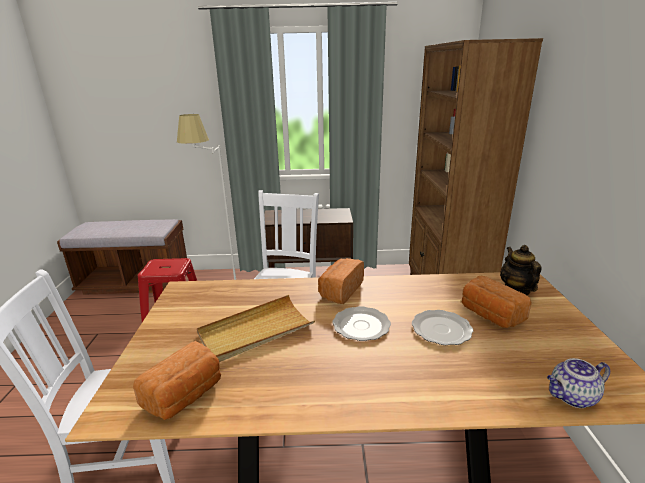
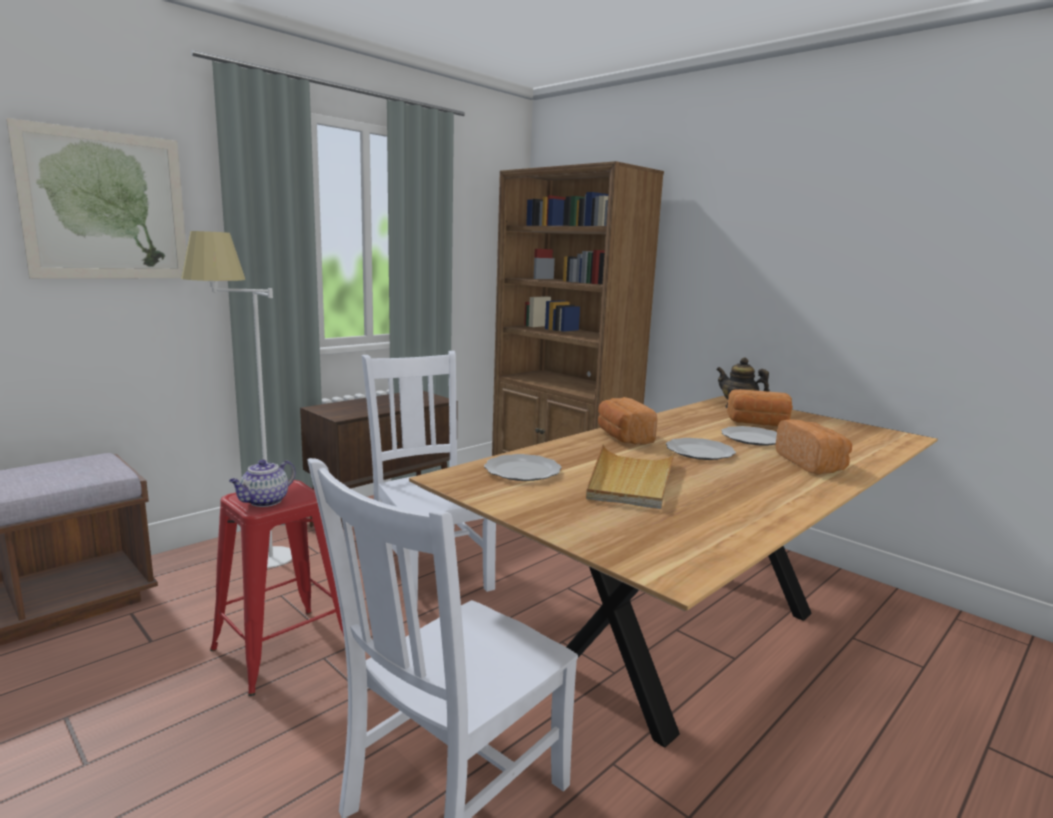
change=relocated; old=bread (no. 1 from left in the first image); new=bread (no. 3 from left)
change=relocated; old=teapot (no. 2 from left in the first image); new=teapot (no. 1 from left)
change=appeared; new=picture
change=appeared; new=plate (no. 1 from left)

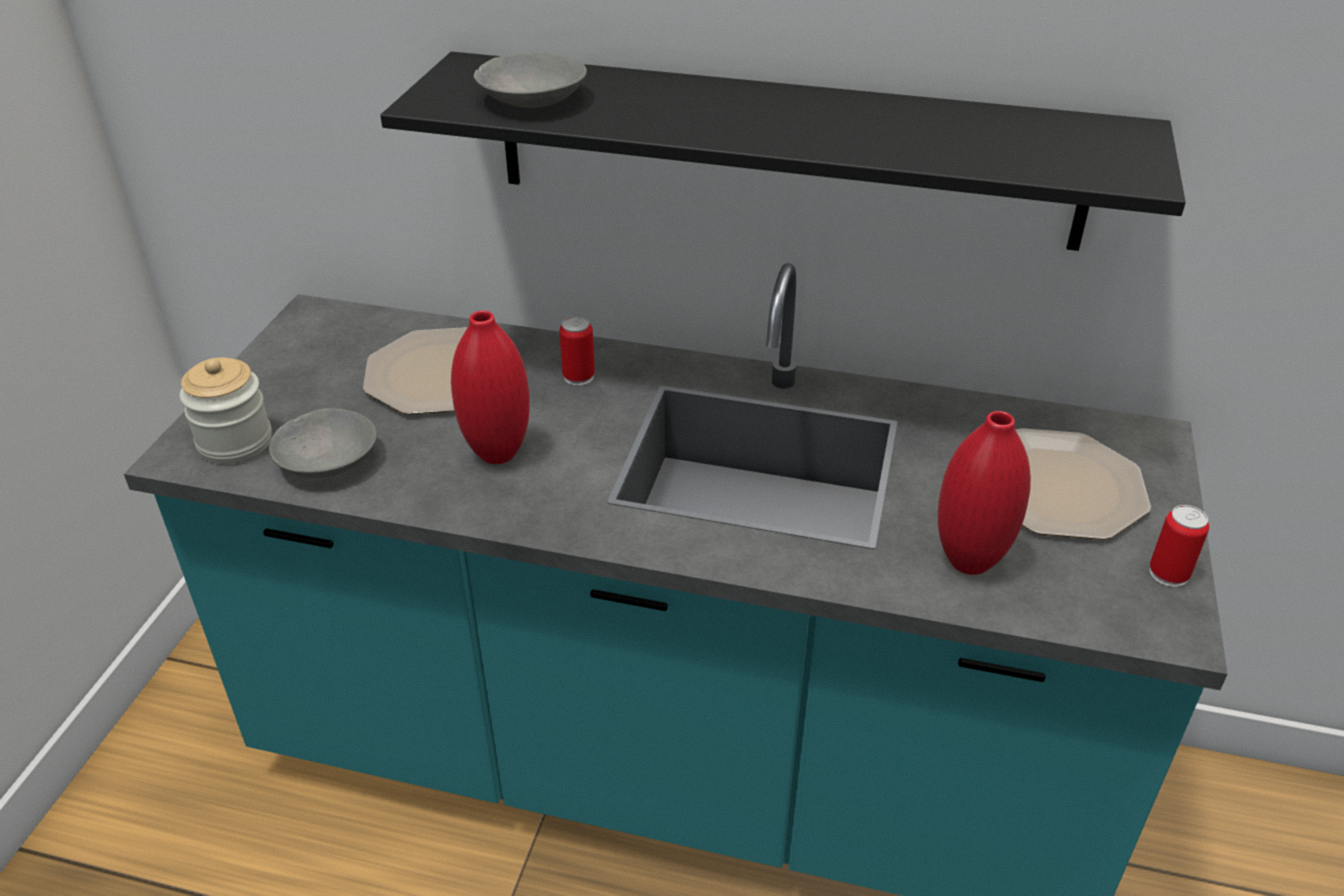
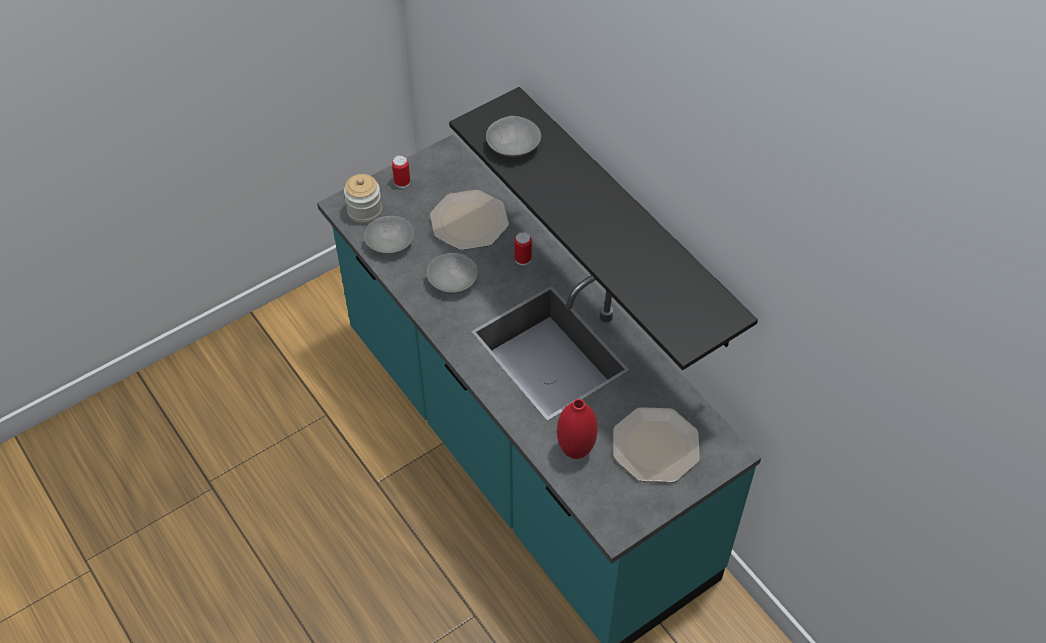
change=exchanged; old=vase (red) (no. 1 from left); new=bowl (grey) (no. 2 from left)
change=relocated; old=can (no. 2 from left in the first image); new=can (no. 1 from left)

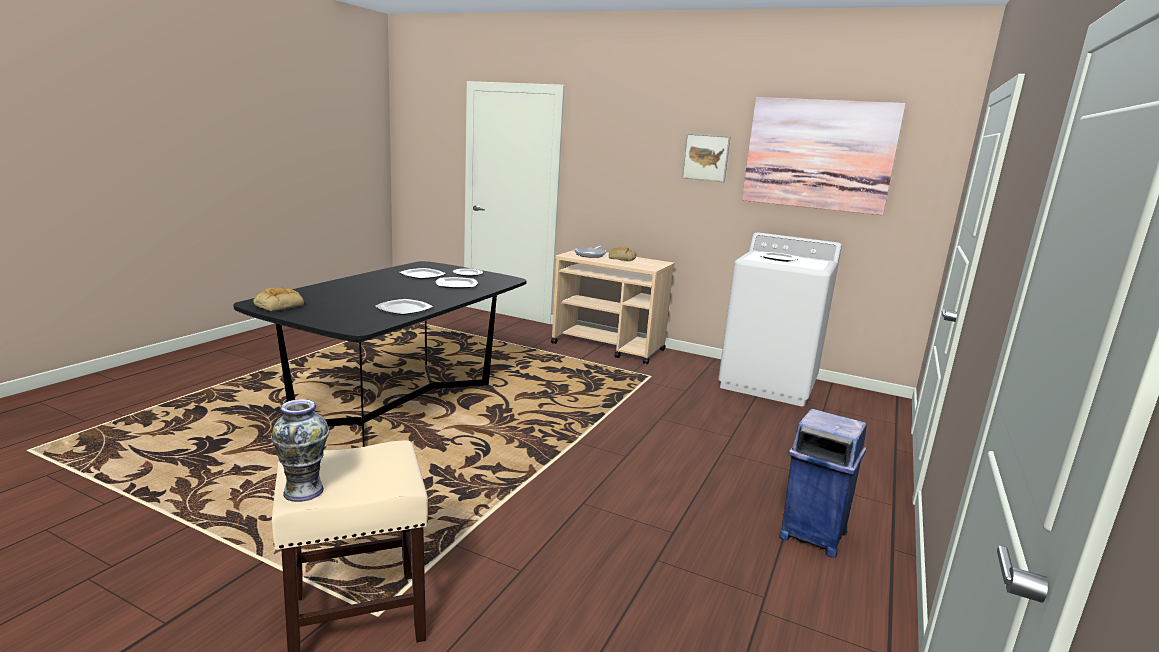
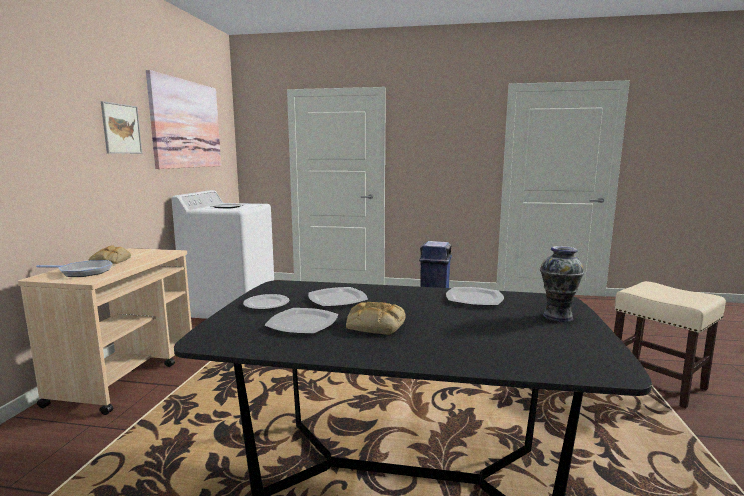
change=relocated; old=bread (no. 1 from left in the first image); new=bread (no. 2 from left)
change=relocated; old=vase

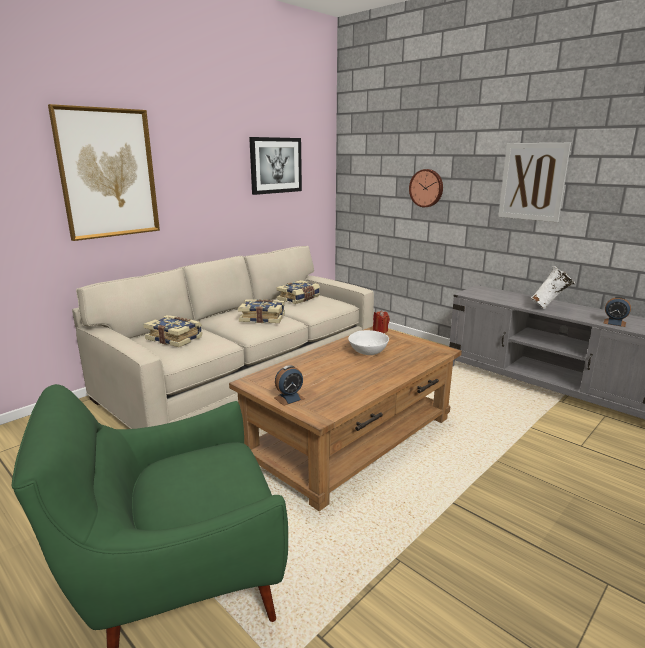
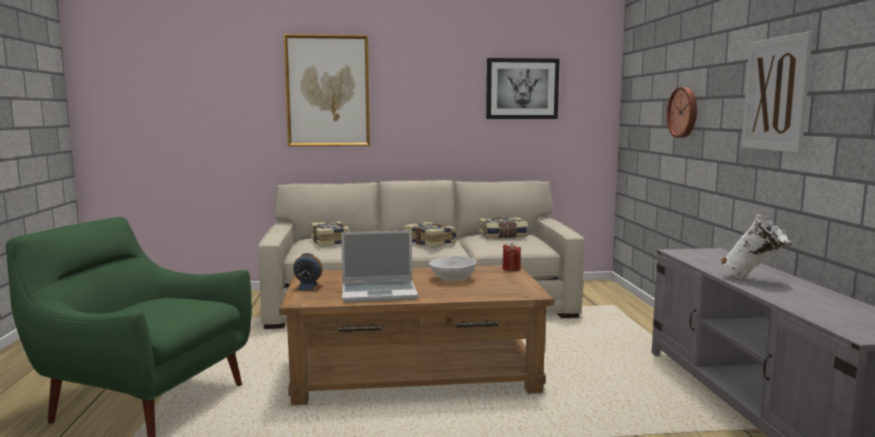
change=missing; old=alarm clock (no. 2 from left)
change=appeared; new=laptop

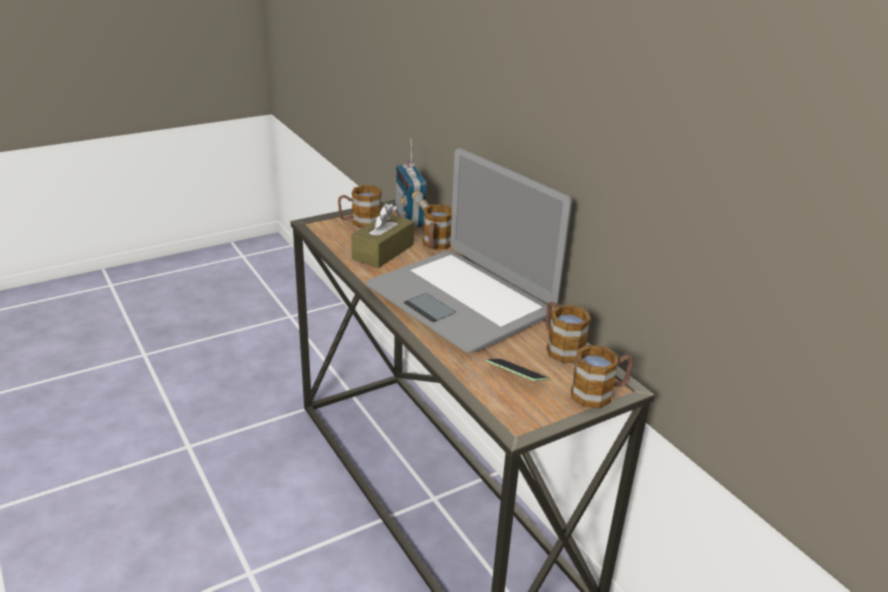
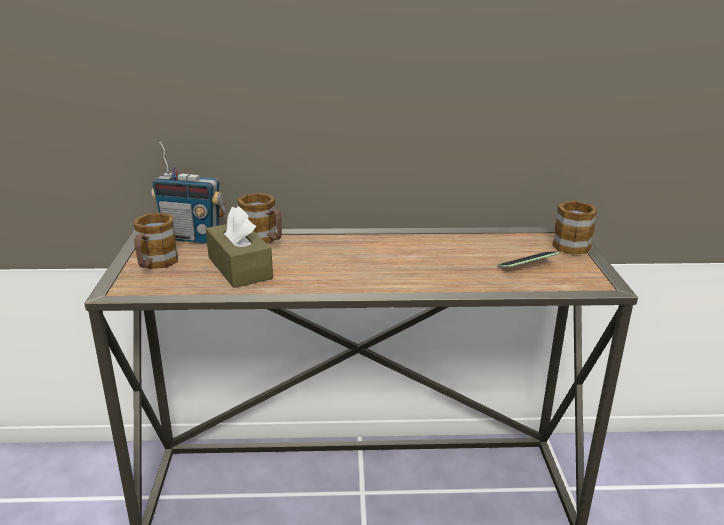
change=missing; old=laptop
change=missing; old=mug (no. 3 from left)

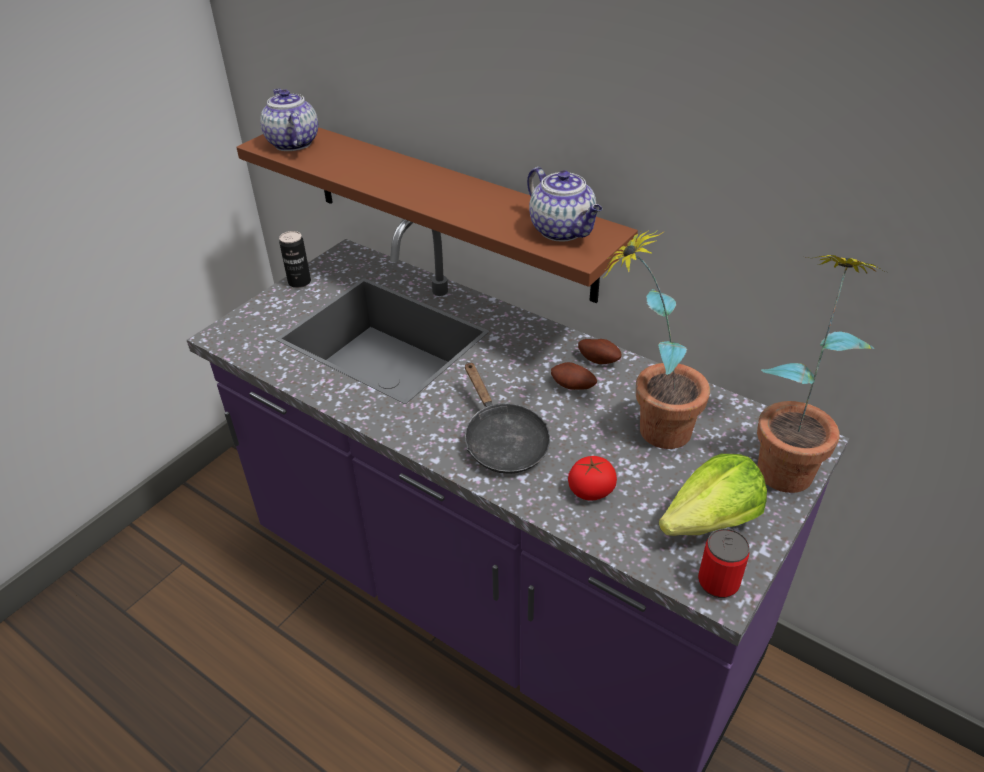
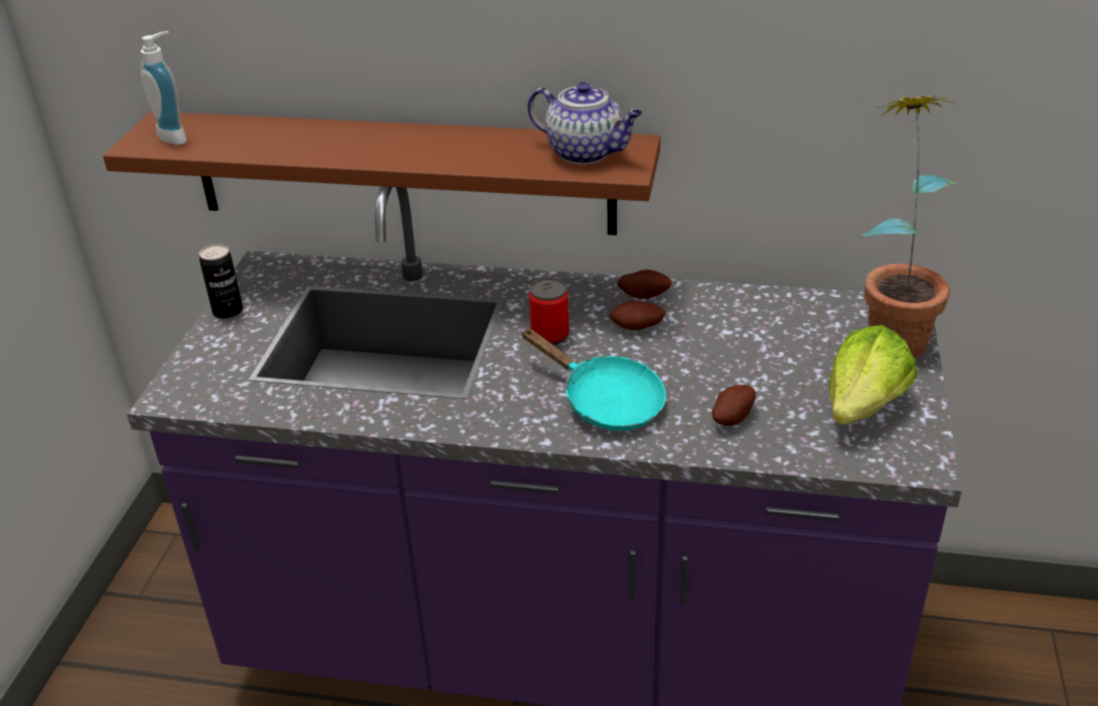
change=exchanged; old=teapot (no. 1 from left); new=soap dispenser
change=missing; old=potted plant (no. 1 from left)
change=colour; old=frying pan (black); new=frying pan (turquoise)
change=exchanged; old=tomato; new=potato (no. 3 from left)
change=relocated; old=can (no. 2 from left)

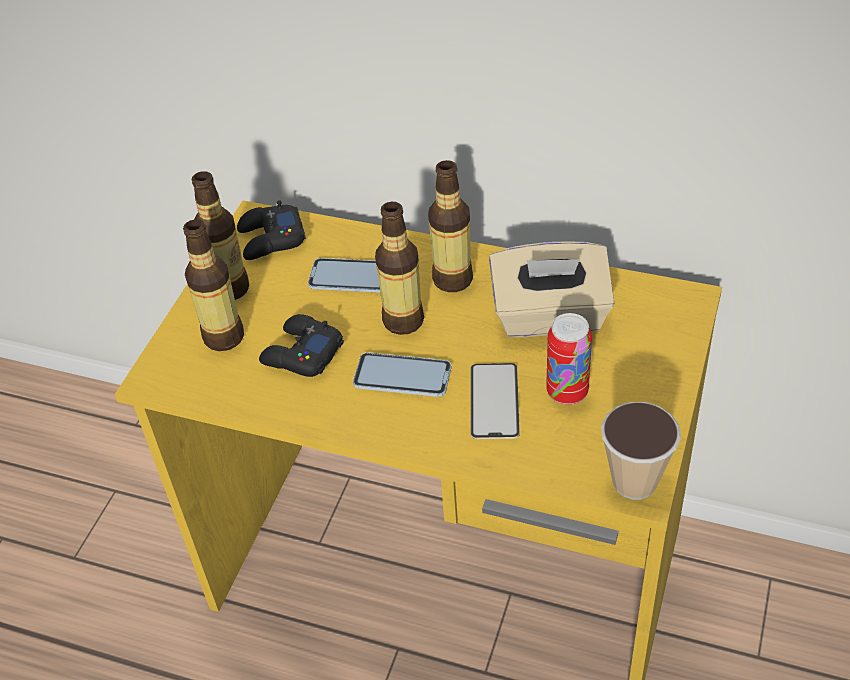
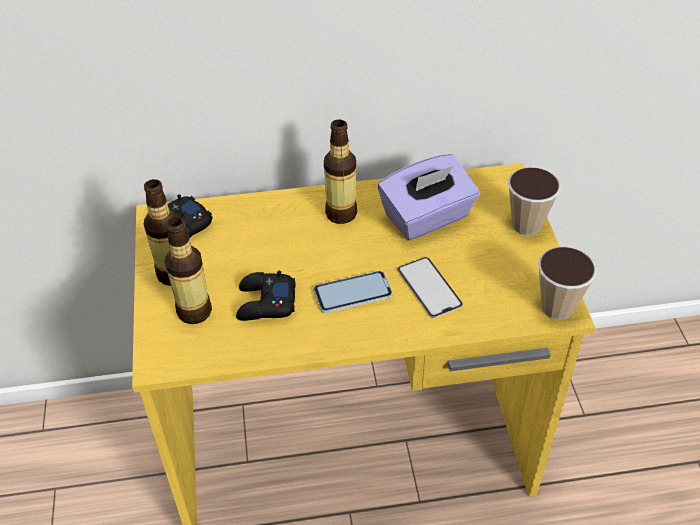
change=missing; old=bottle (no. 3 from left)
change=colour; old=tissue box (beige); new=tissue box (purple)
change=missing; old=phone (no. 1 from left)
change=missing; old=can
change=appeared; new=cup (no. 1 from left)

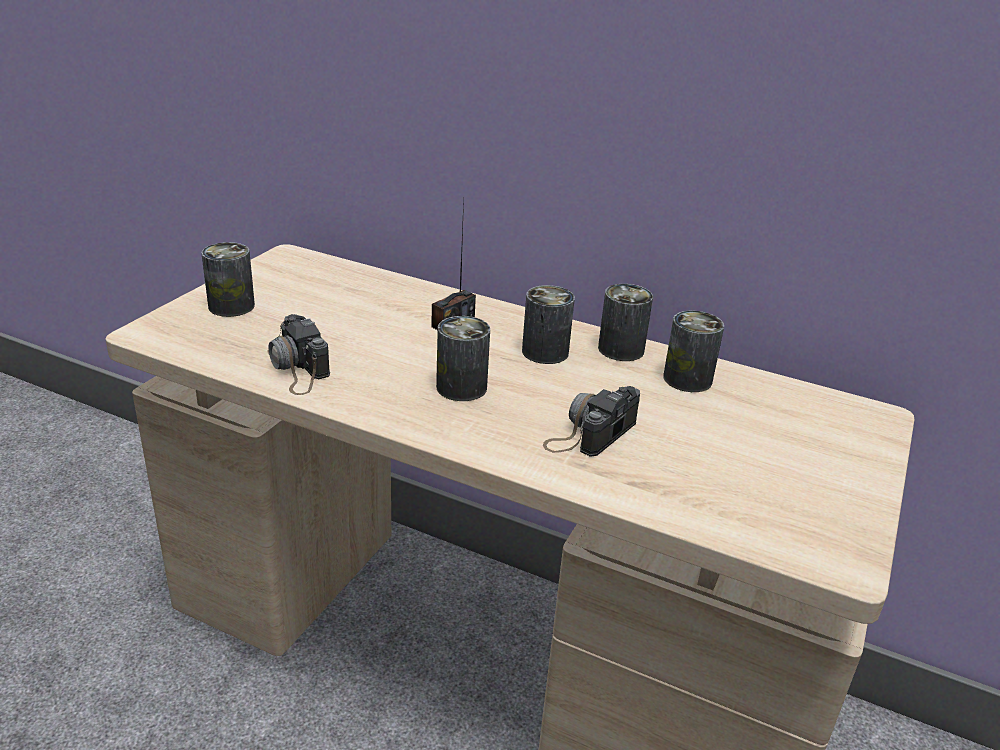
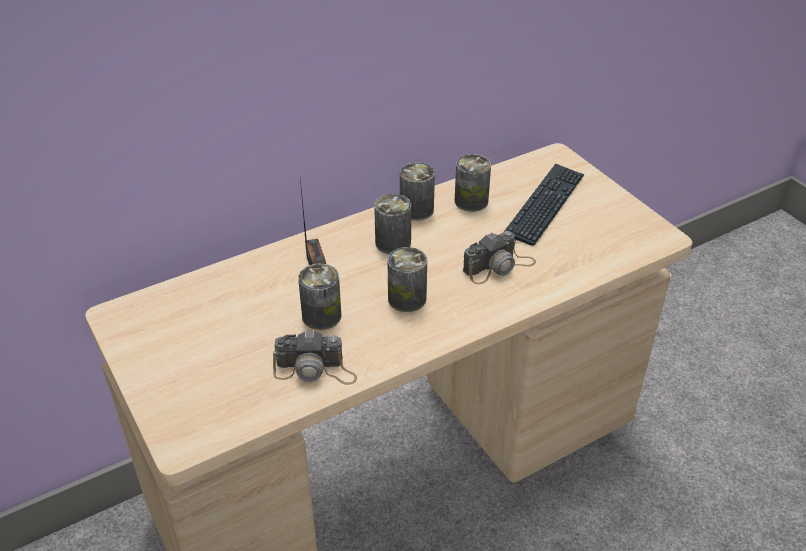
change=relocated; old=can (no. 1 from left)
change=spun; old=photo camera (no. 2 from left); degrees=-105
change=appeared; new=keyboard

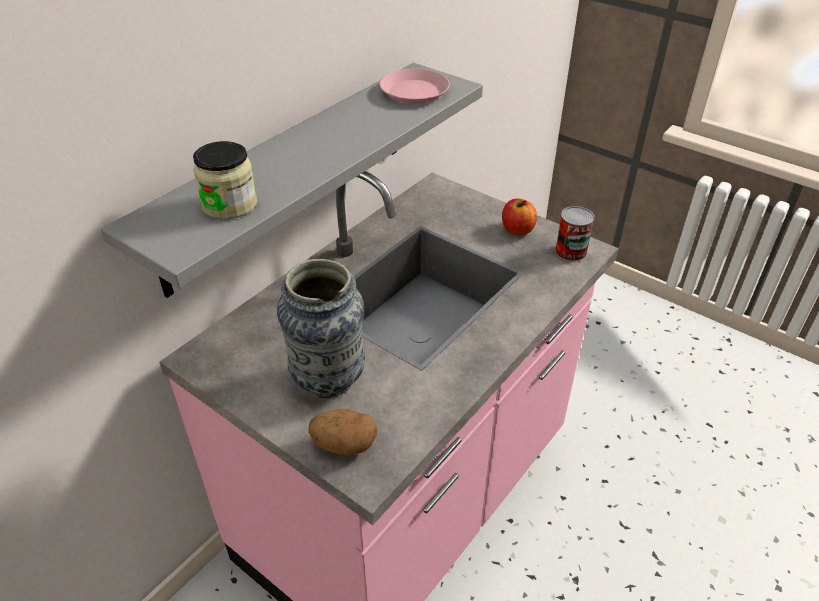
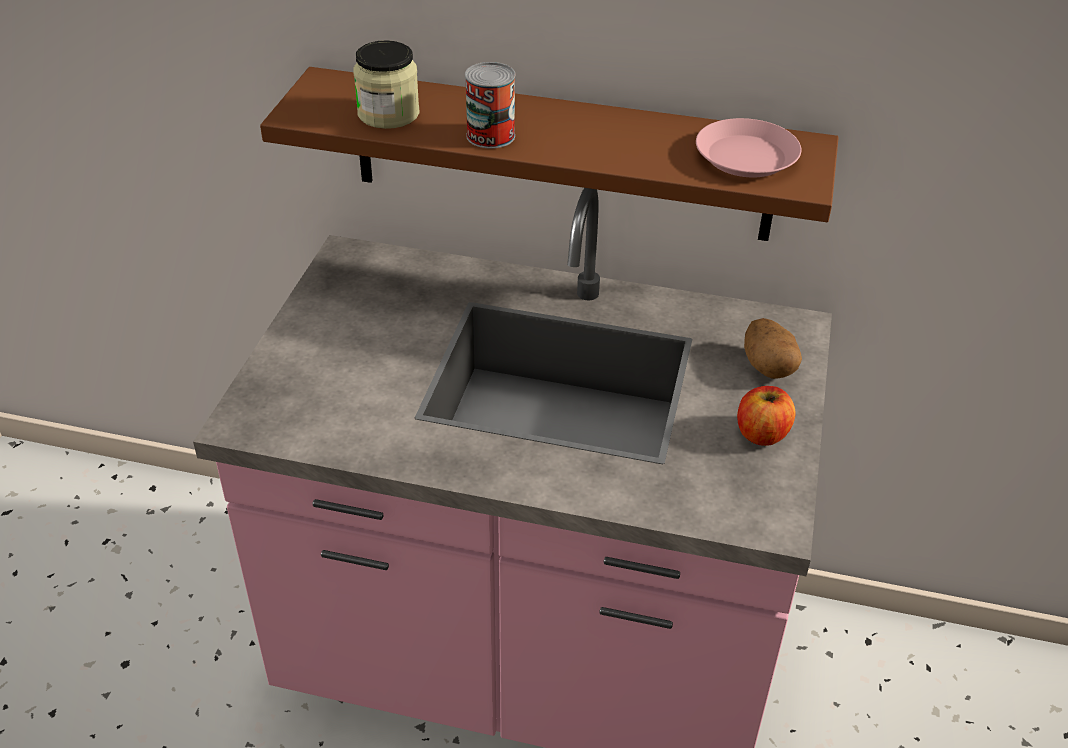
change=colour; old=shelf (grey); new=shelf (brown)
change=relocated; old=can
change=missing; old=vase
change=relocated; old=potato

